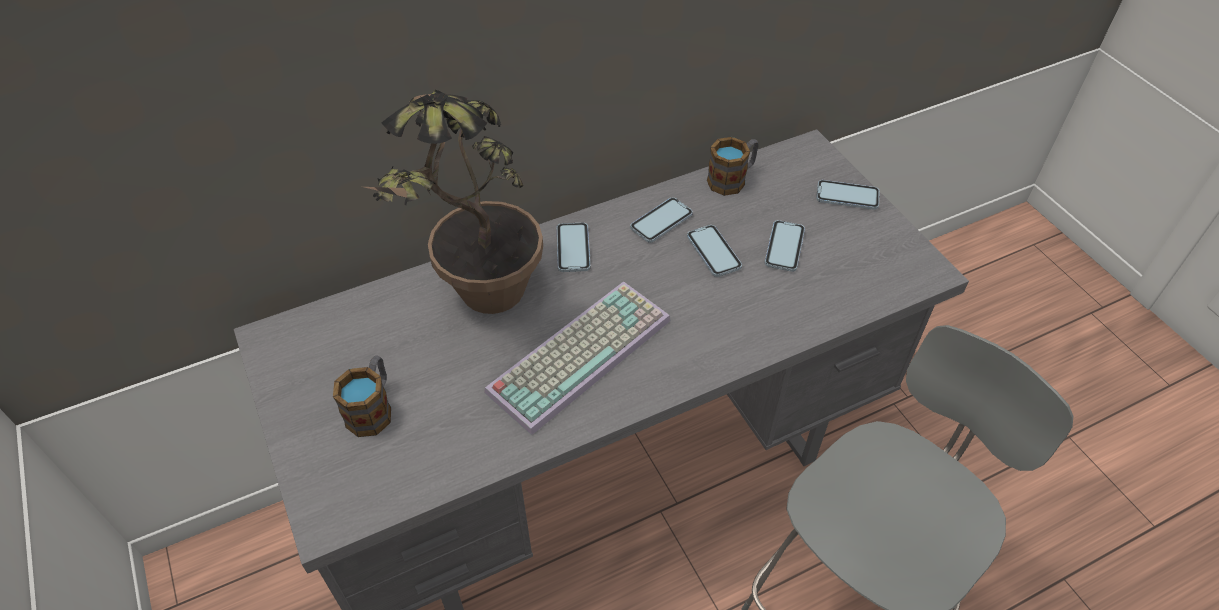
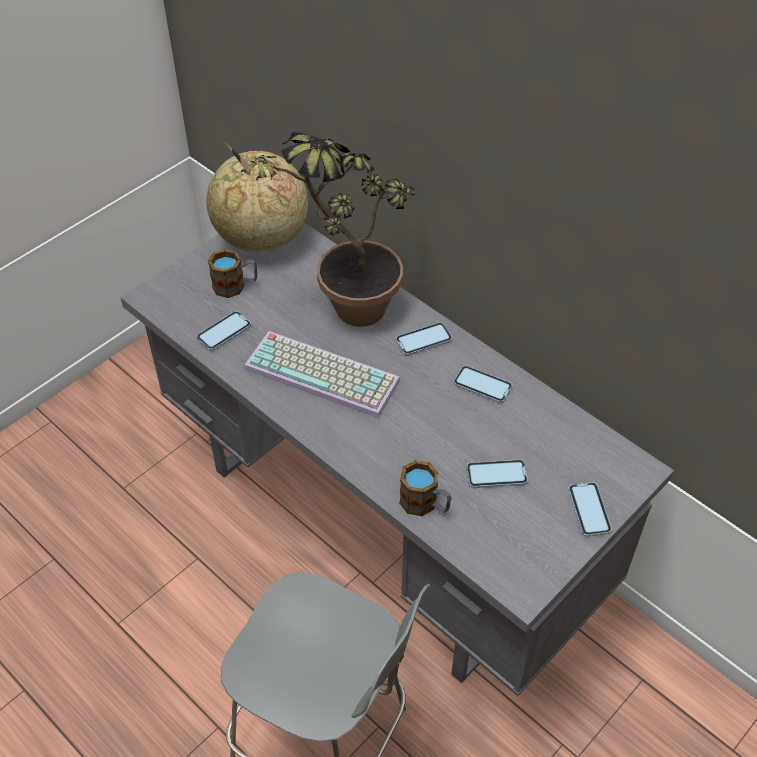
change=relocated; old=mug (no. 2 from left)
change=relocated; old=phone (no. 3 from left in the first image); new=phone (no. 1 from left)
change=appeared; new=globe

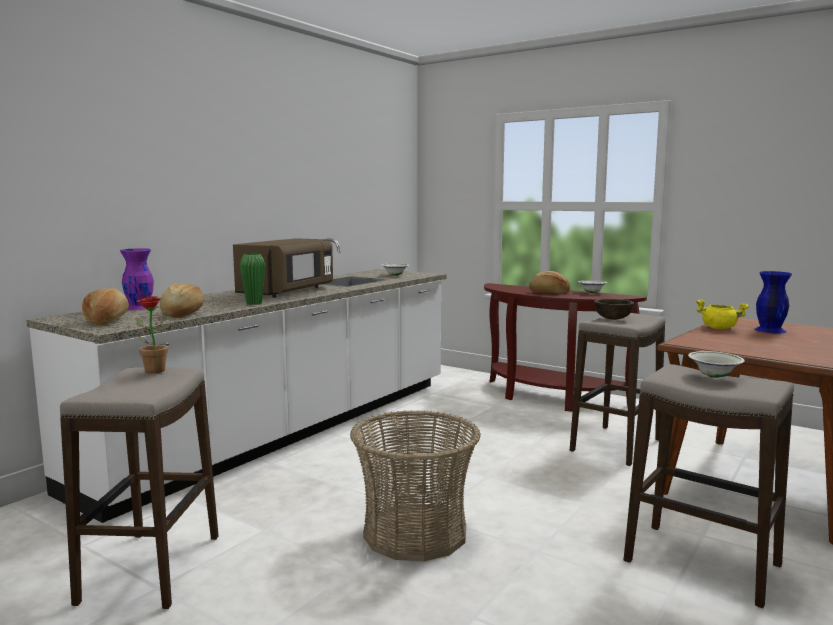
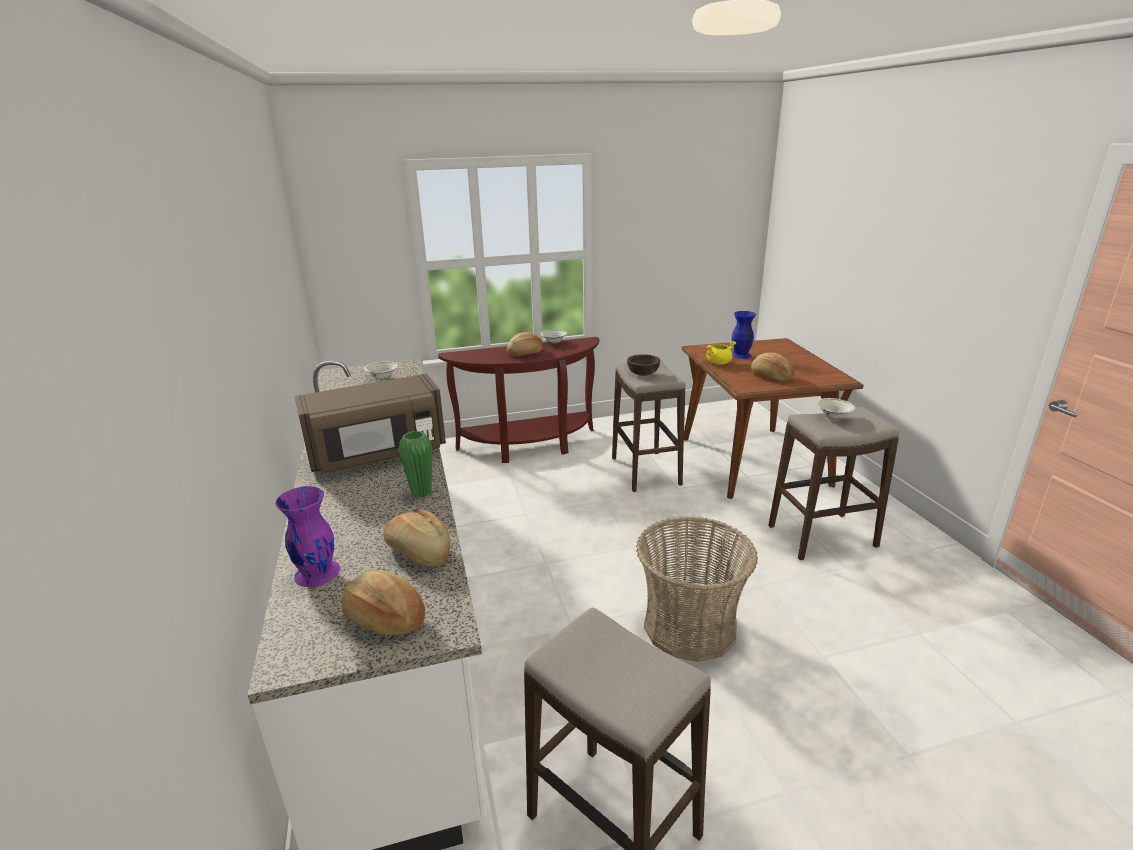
change=spun; old=microwave (brown); degrees=90
change=missing; old=potted plant
change=appeared; new=bread (no. 4 from left)

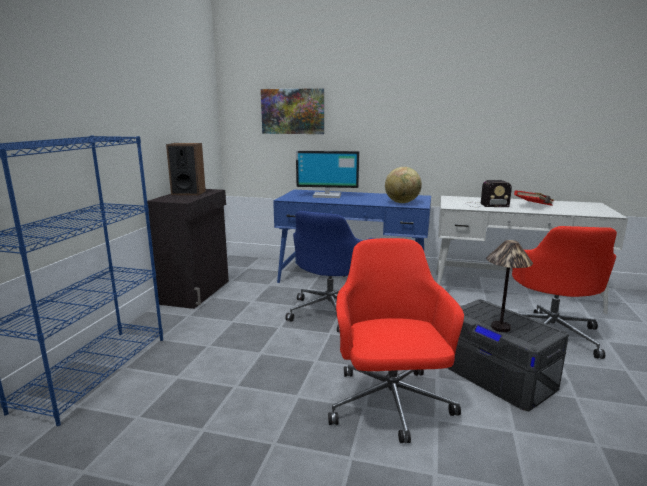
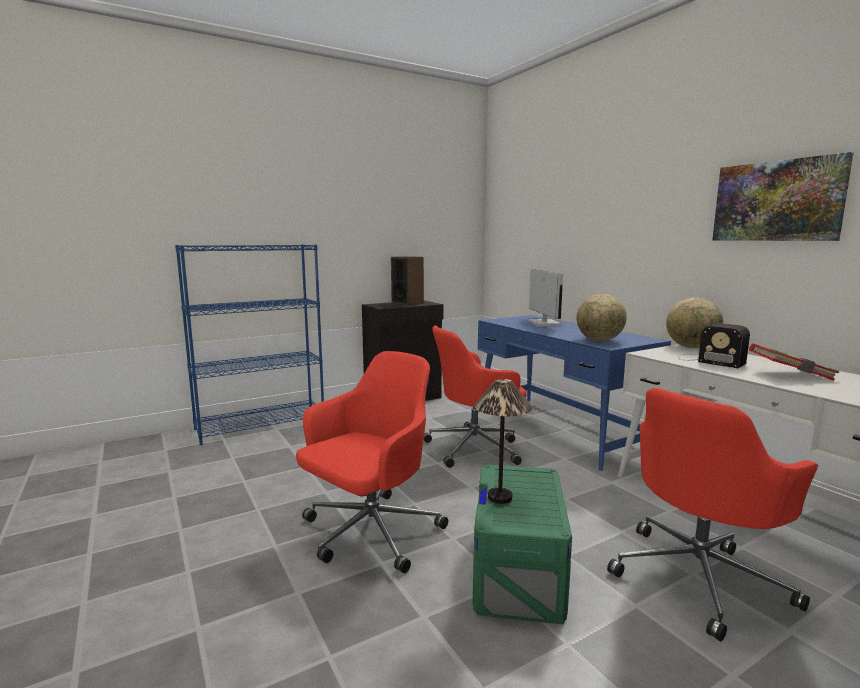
change=relocated; old=picture
change=spun; old=monitor; degrees=-150
change=colour; old=office chair (blue); new=office chair (red) (no. 2 from left)
change=colour; old=storage box (grey); new=storage box (green)
change=appeared; new=globe (no. 2 from left)

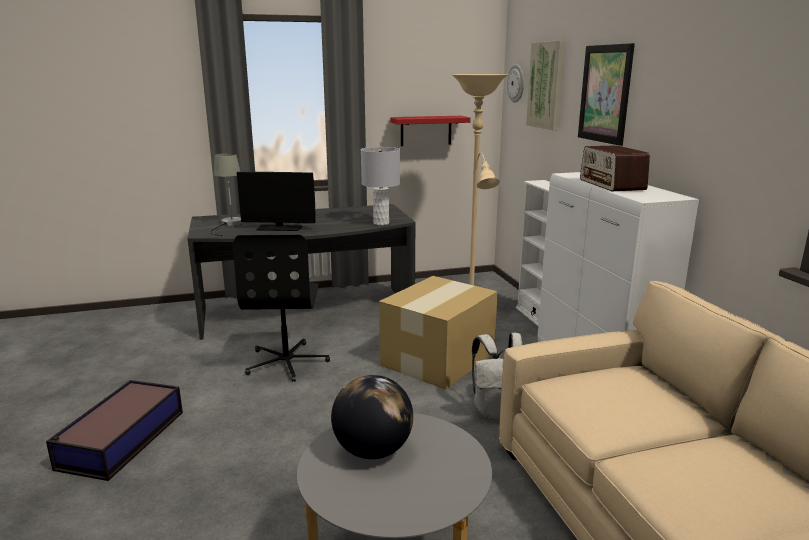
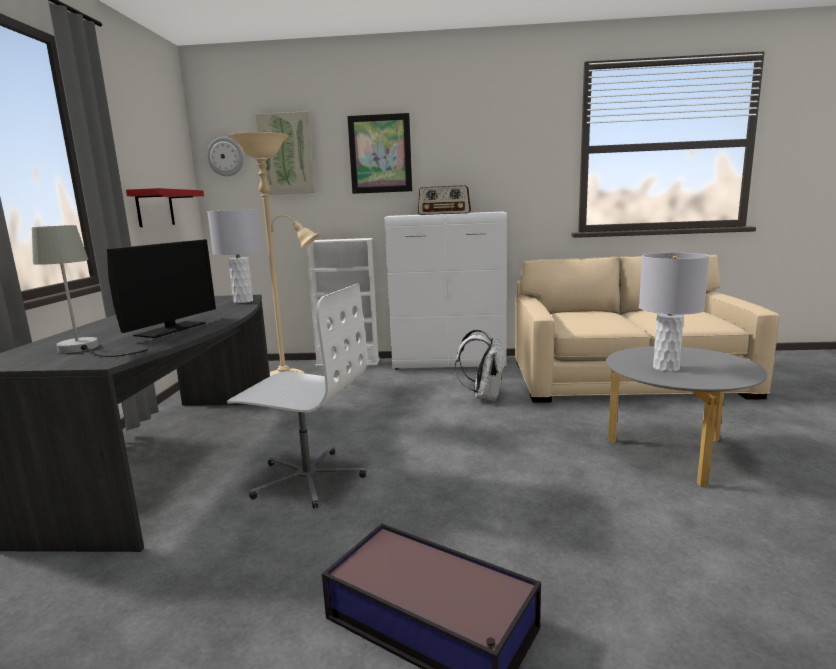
change=colour; old=office chair (black); new=office chair (white)
change=missing; old=cardboard box
change=exchanged; old=globe; new=table lamp (grey) (no. 3 from left)

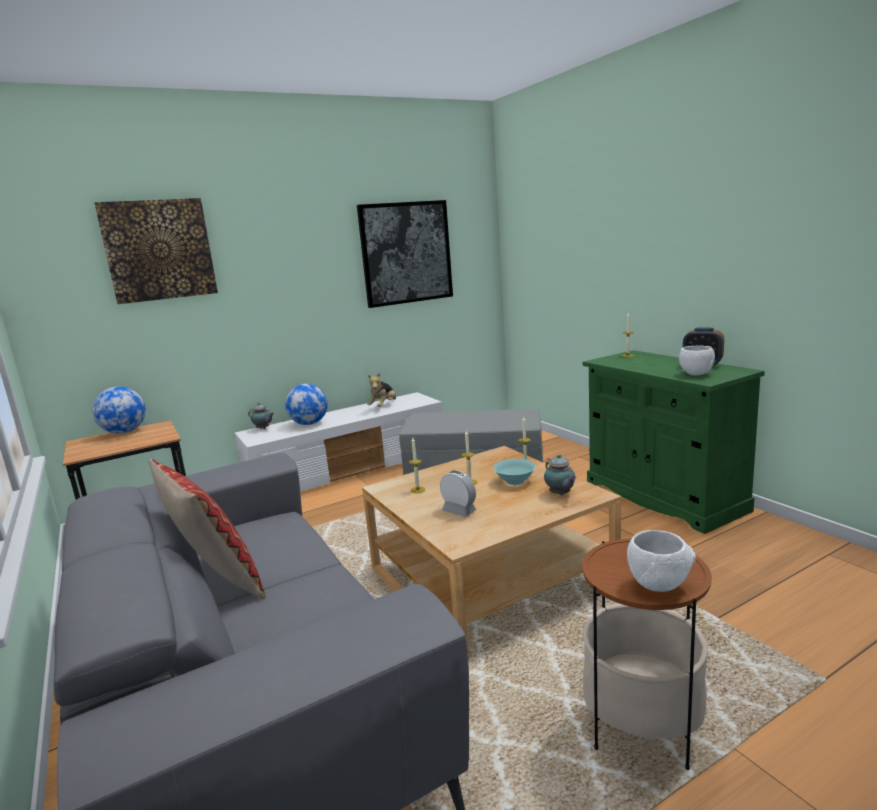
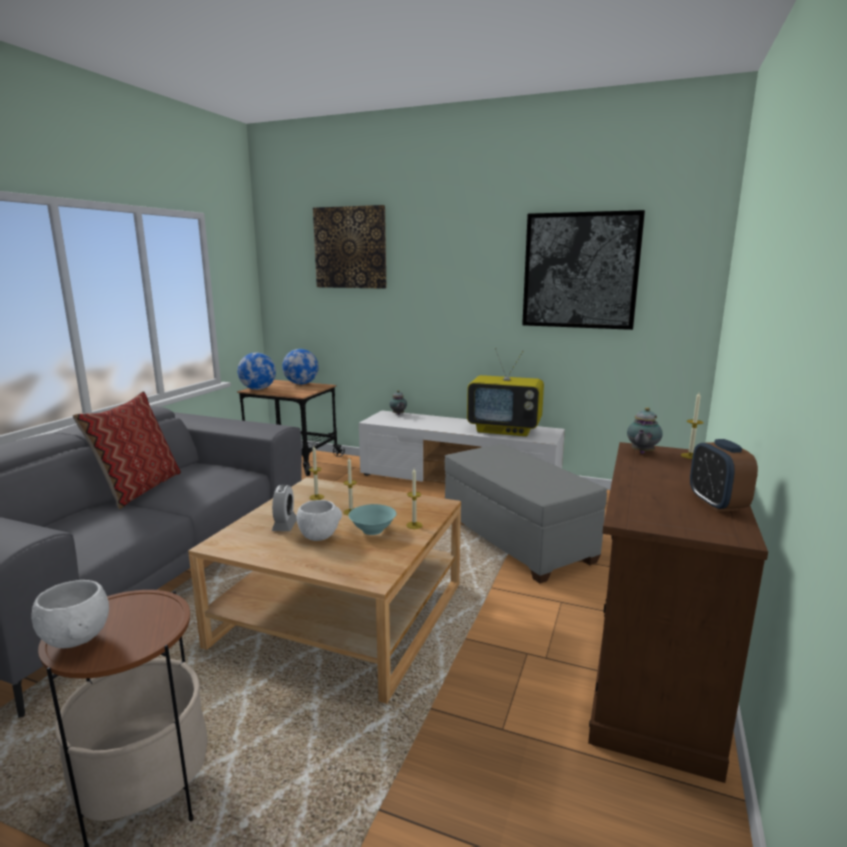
change=relocated; old=bowl (white) (no. 2 from left)
change=colour; old=cabinet (green); new=cabinet (brown)
change=exchanged; old=plush toy; new=television
change=relocated; old=globe (no. 2 from left in the first image); new=globe (no. 1 from left)
change=relocated; old=teapot (no. 2 from left)

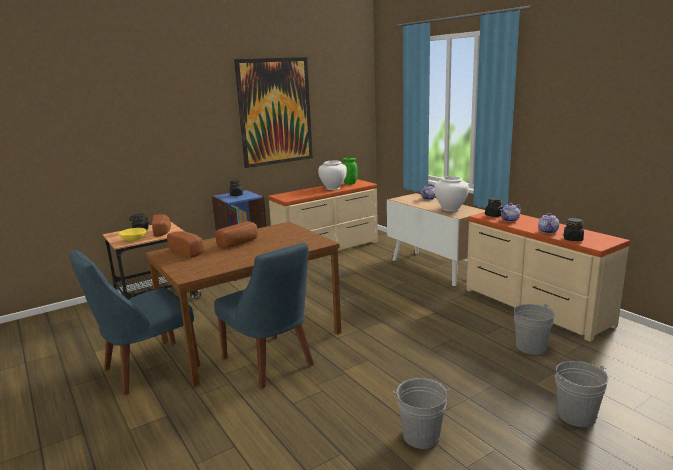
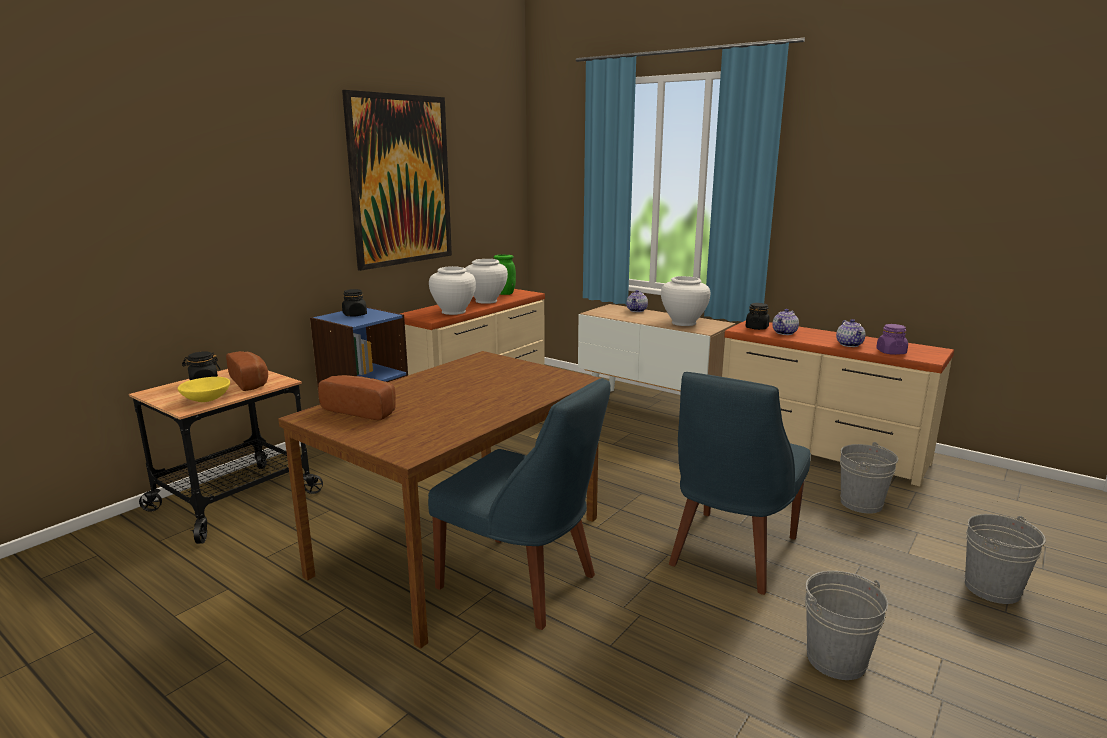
change=colour; old=jar (black) (no. 4 from left); new=jar (purple)
change=missing; old=bread (no. 3 from left)
change=relocated; old=chair (blue) (no. 1 from left in the first image); new=chair (blue) (no. 2 from left)
change=appeared; new=vase (white) (no. 1 from left)

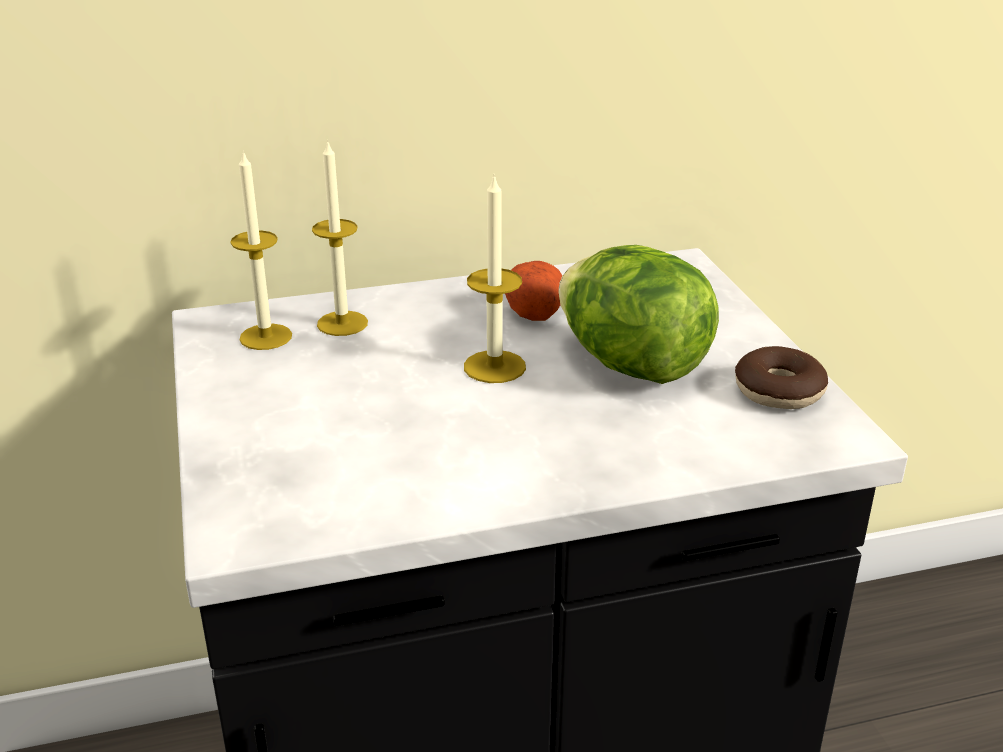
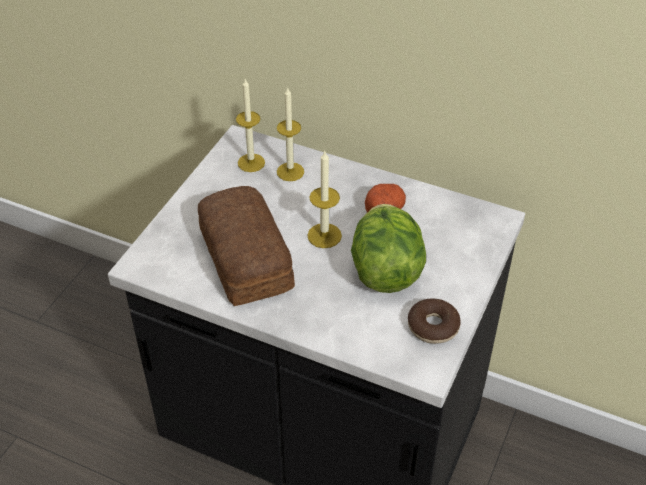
change=appeared; new=bread

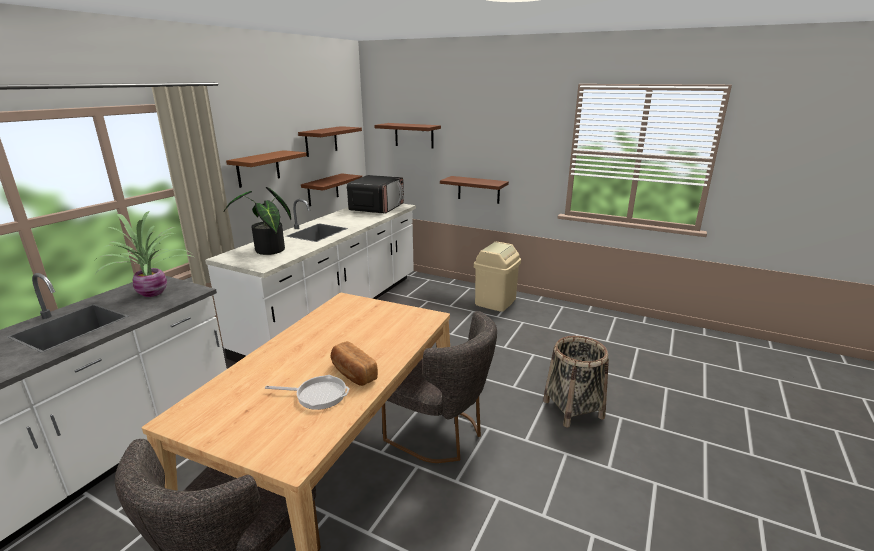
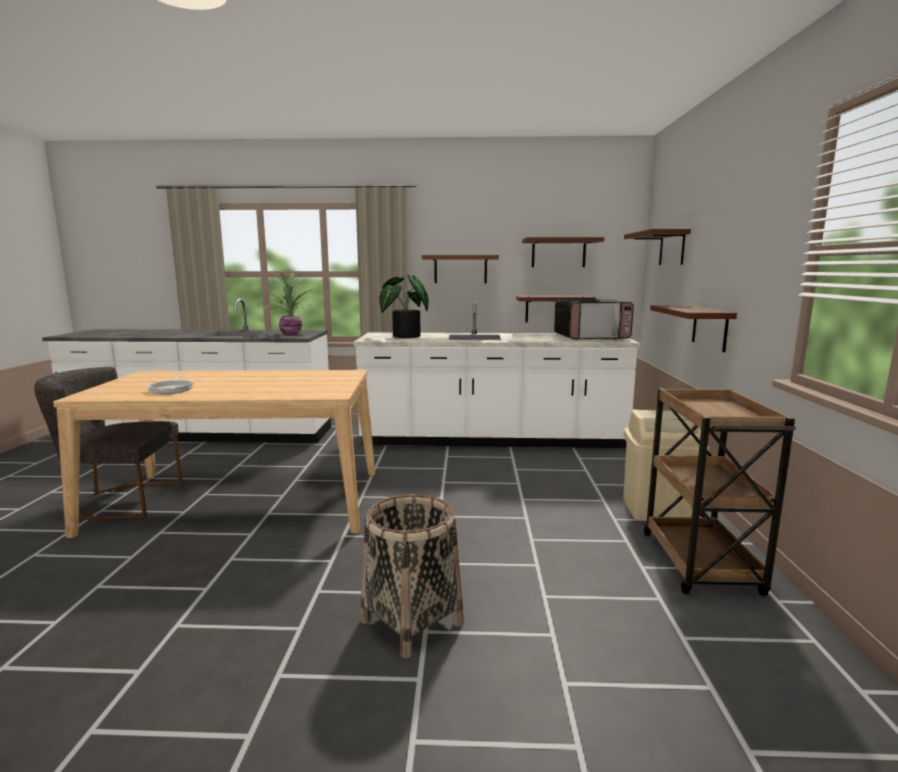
change=missing; old=chair (grey) (no. 2 from left)
change=missing; old=bread
change=appeared; new=cart (brown)

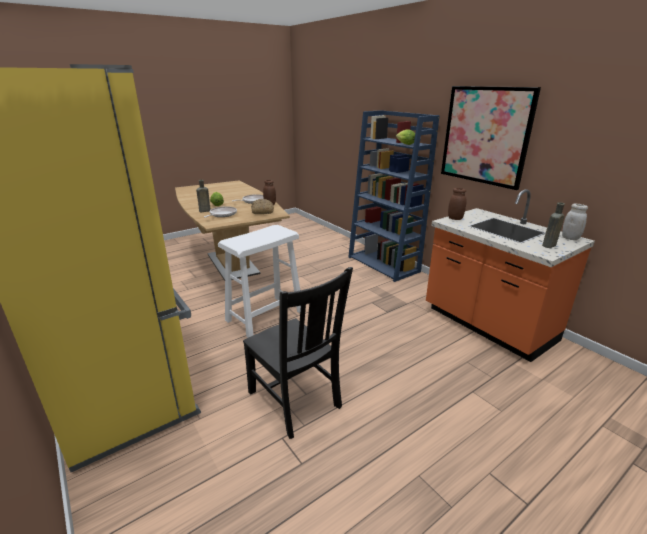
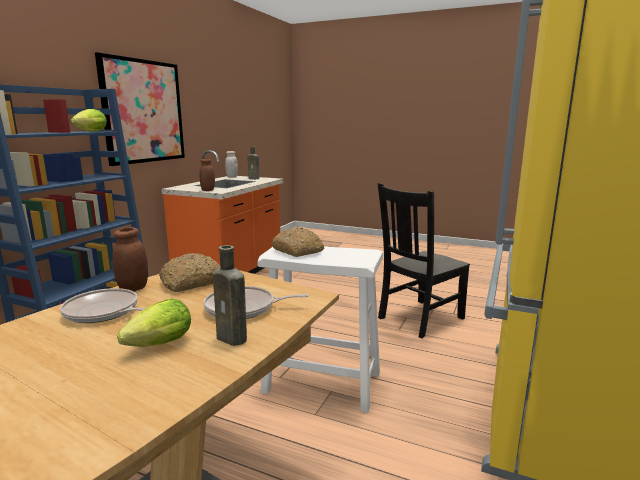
change=spun; old=chair (black); degrees=-150
change=appeared; new=bread (no. 2 from left)

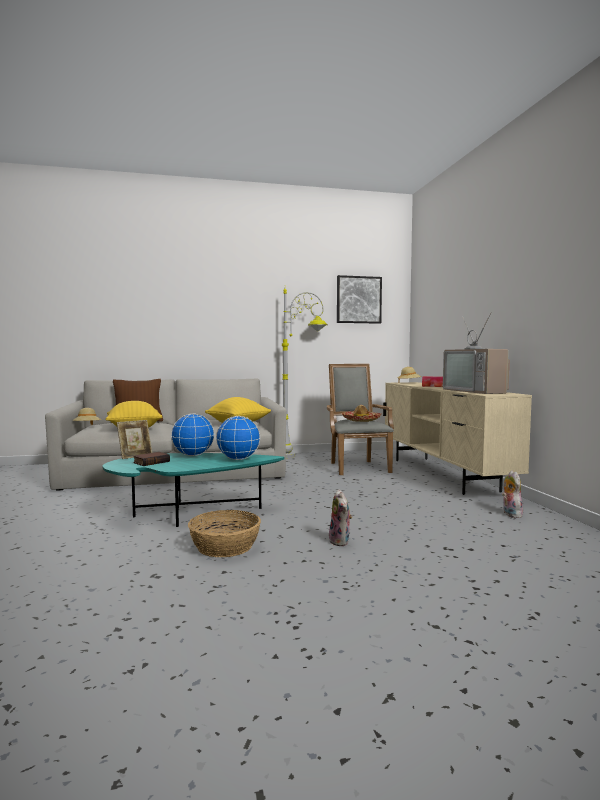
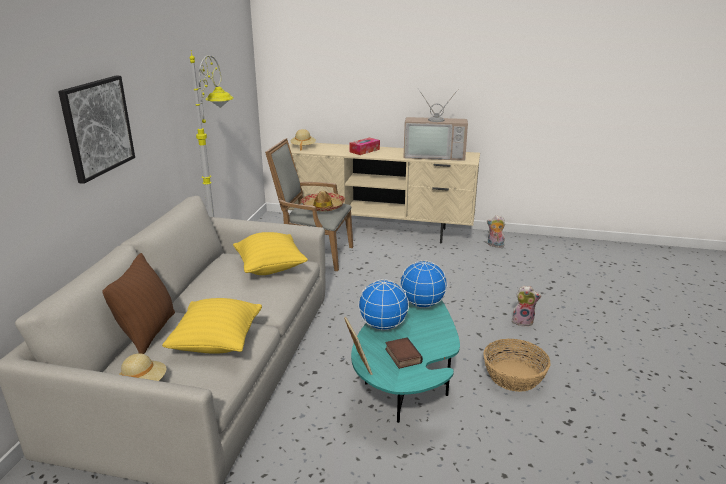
change=relocated; old=picture

